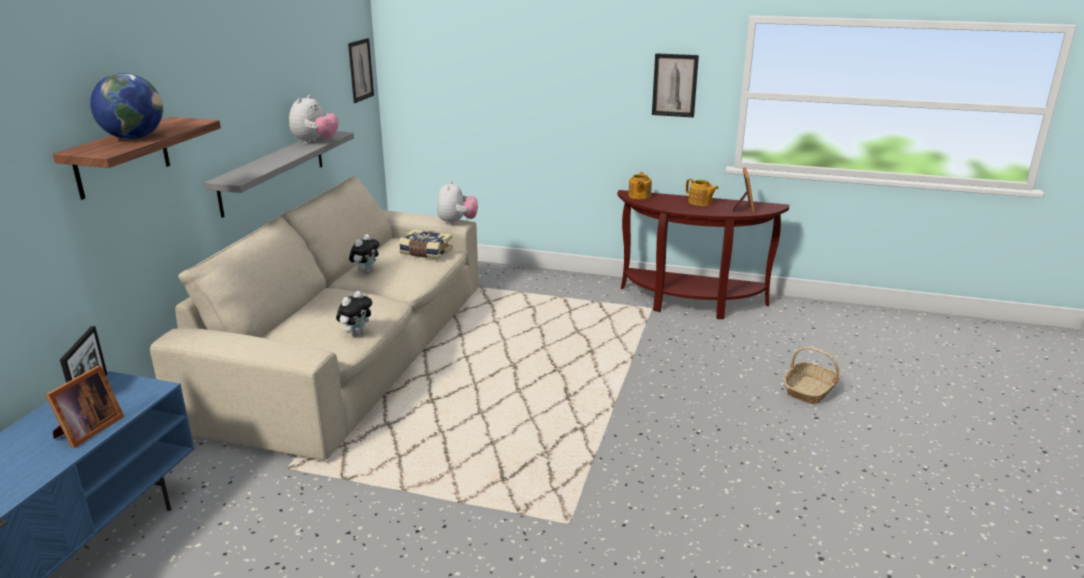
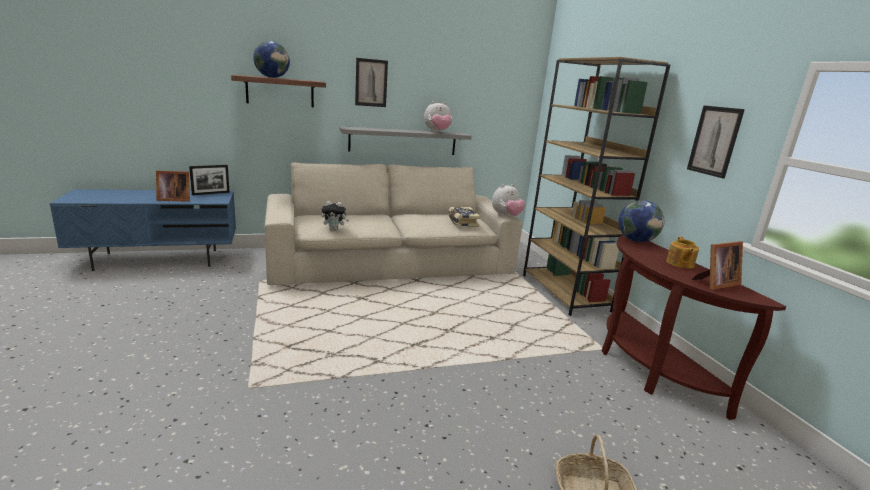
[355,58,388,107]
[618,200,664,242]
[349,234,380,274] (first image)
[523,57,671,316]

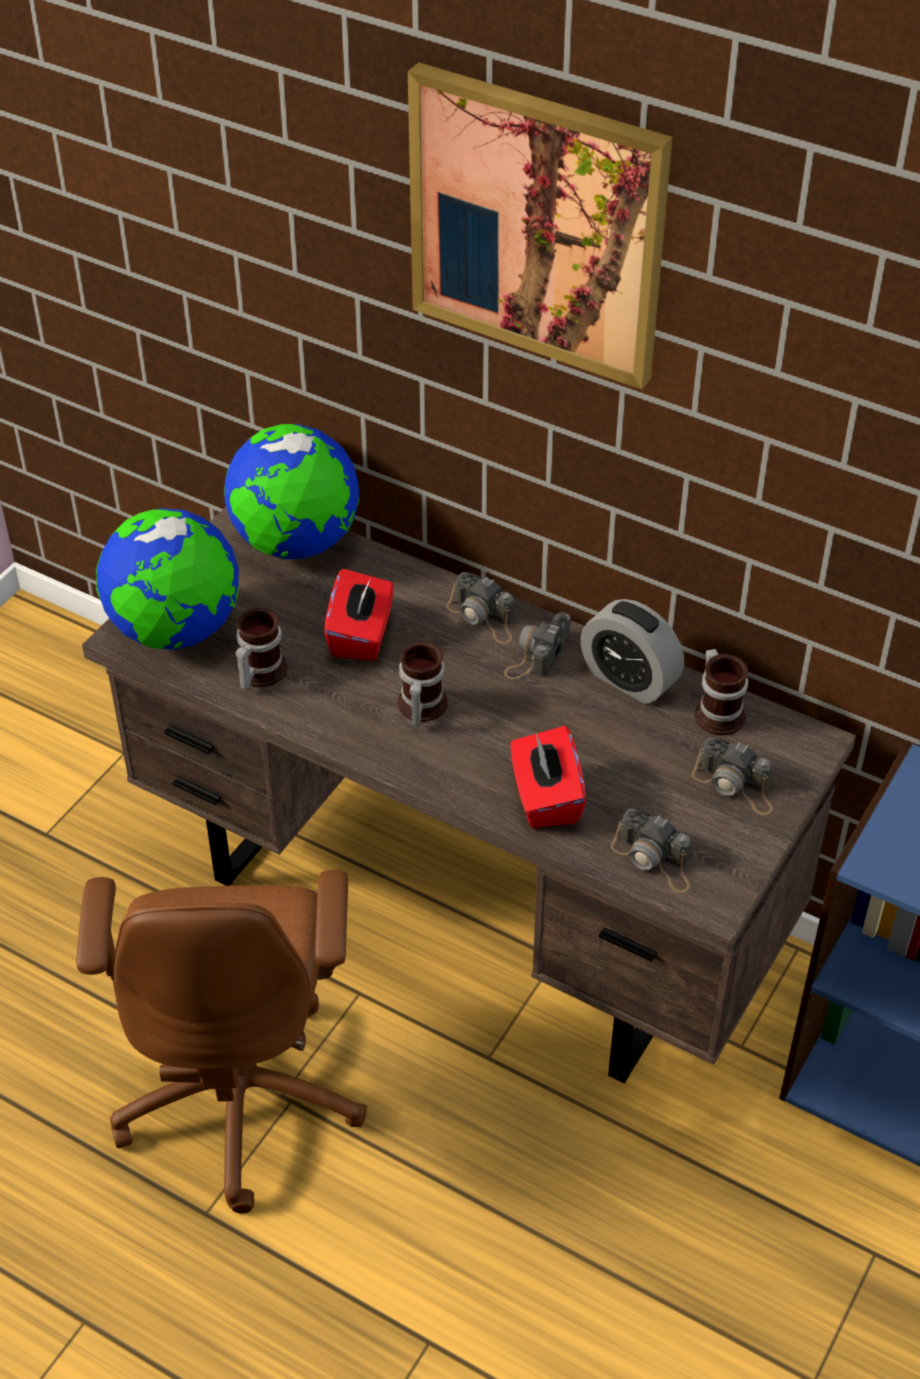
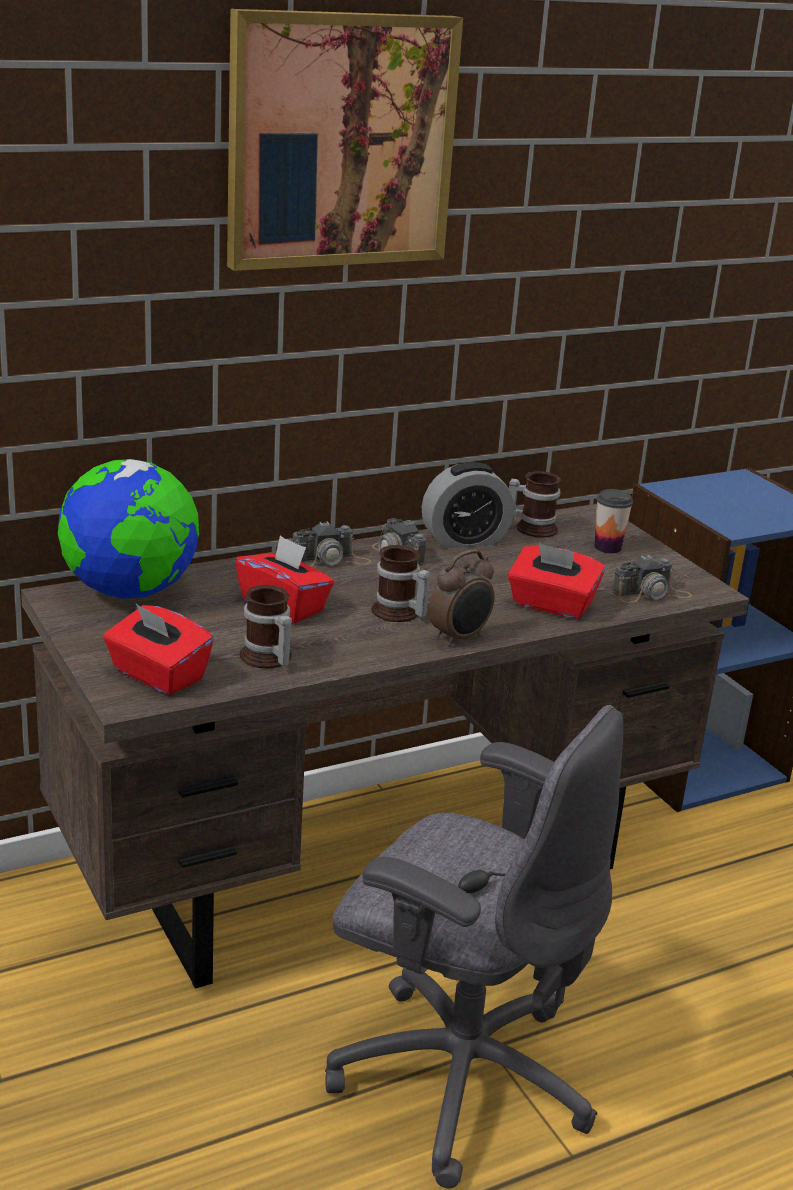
[103,604,214,695]
[595,489,633,554]
[325,705,624,1188]
[428,550,495,647]

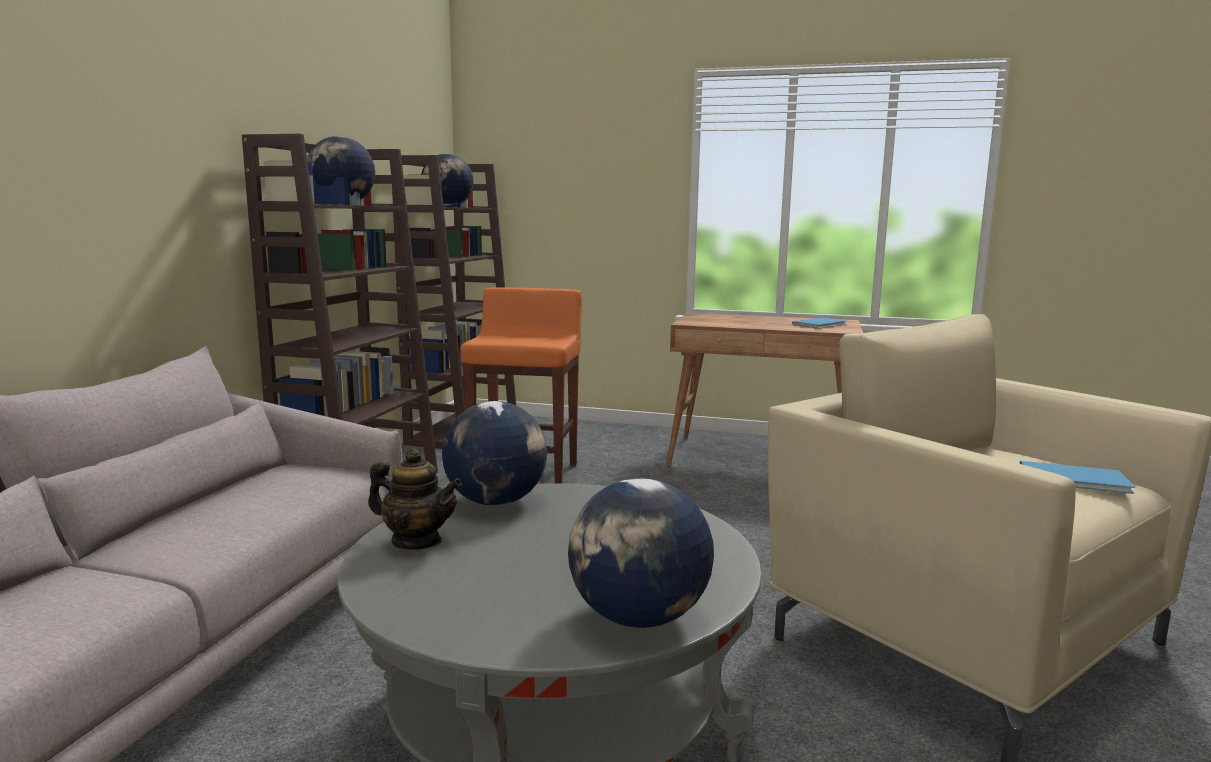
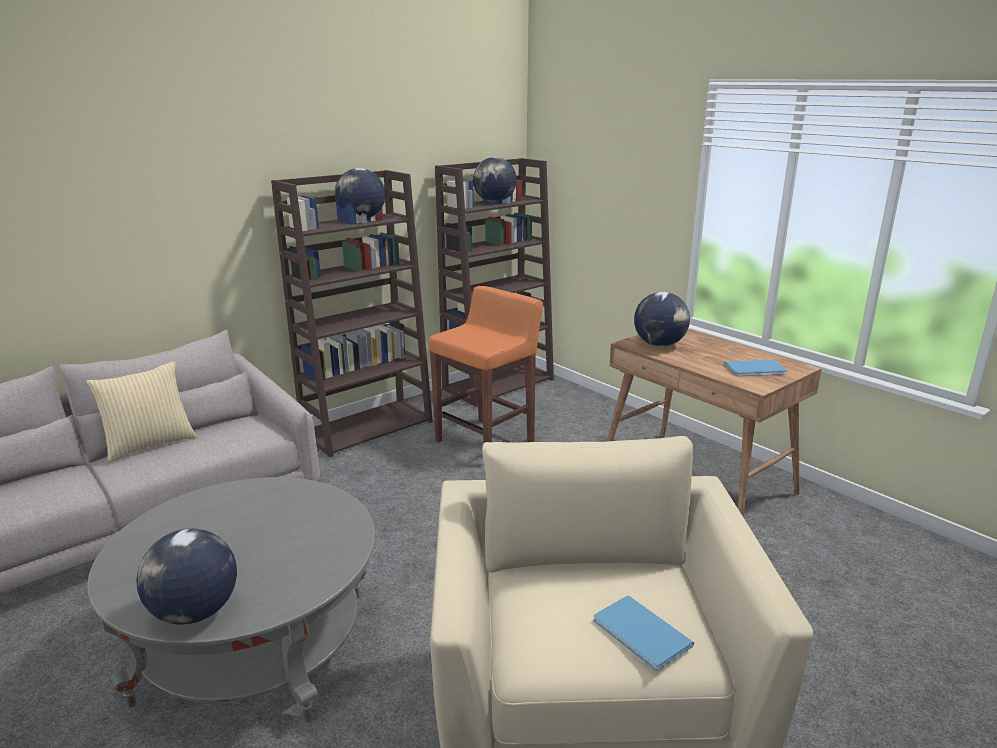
[634,292,690,347]
[368,448,462,550] (first image)
[86,361,197,463]

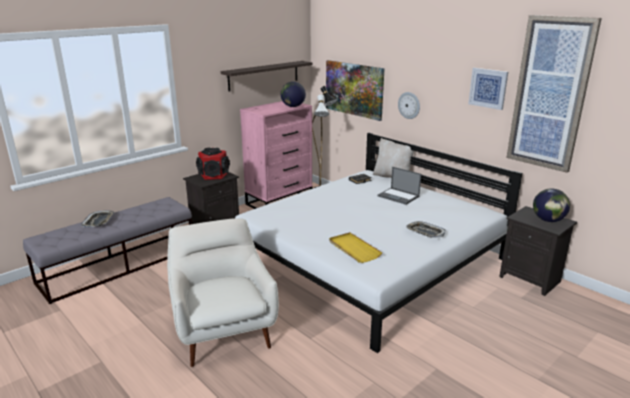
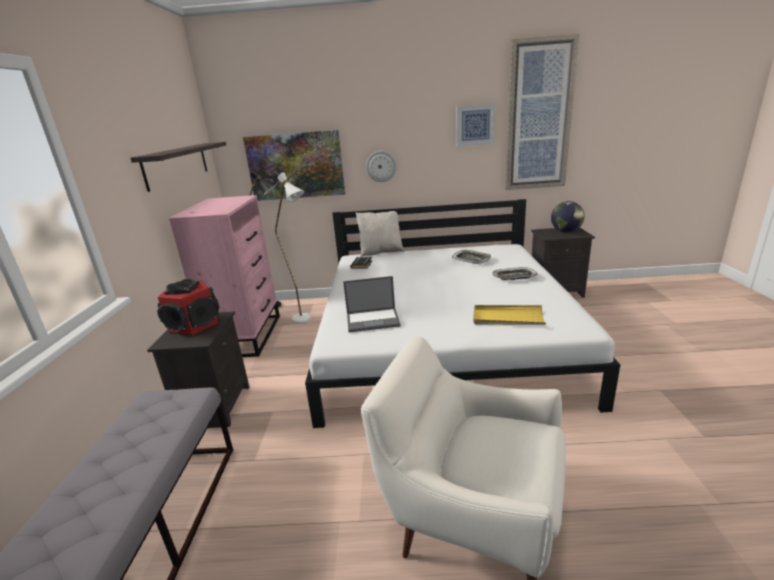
[281,81,306,107] (first image)
[343,276,401,332]
[452,250,491,264]

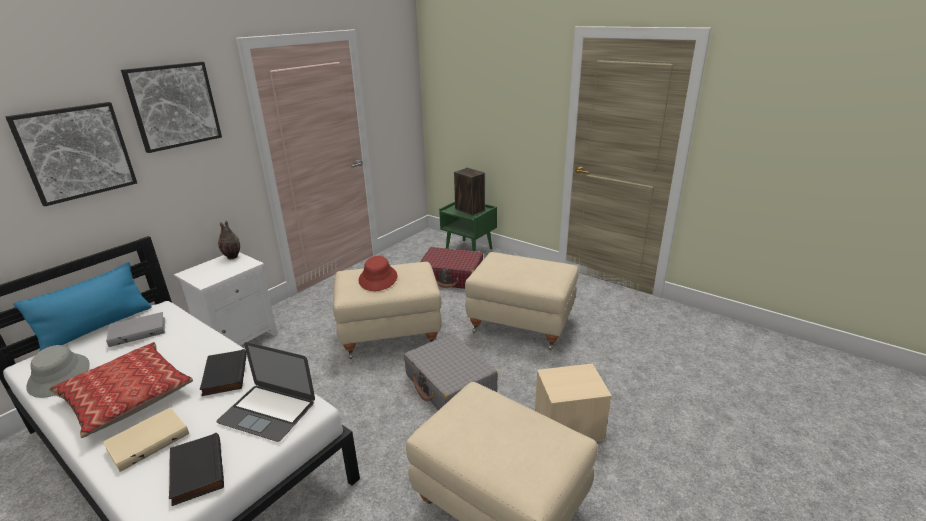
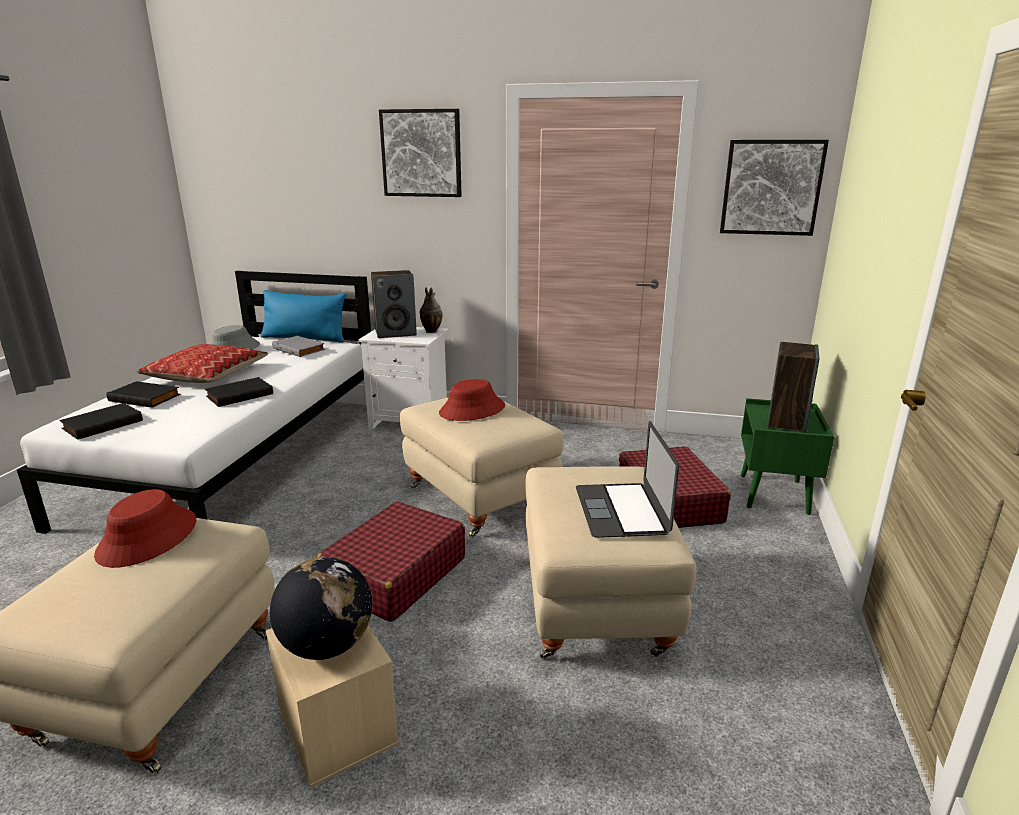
[720,140,829,236]
[317,501,465,622]
[576,421,679,538]
[107,381,181,408]
[371,270,417,338]
[94,489,196,568]
[270,557,372,660]

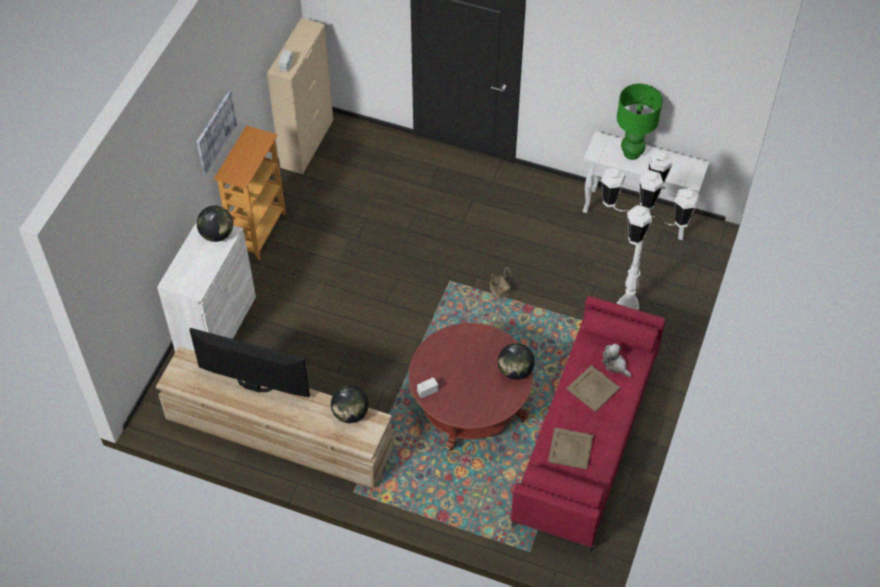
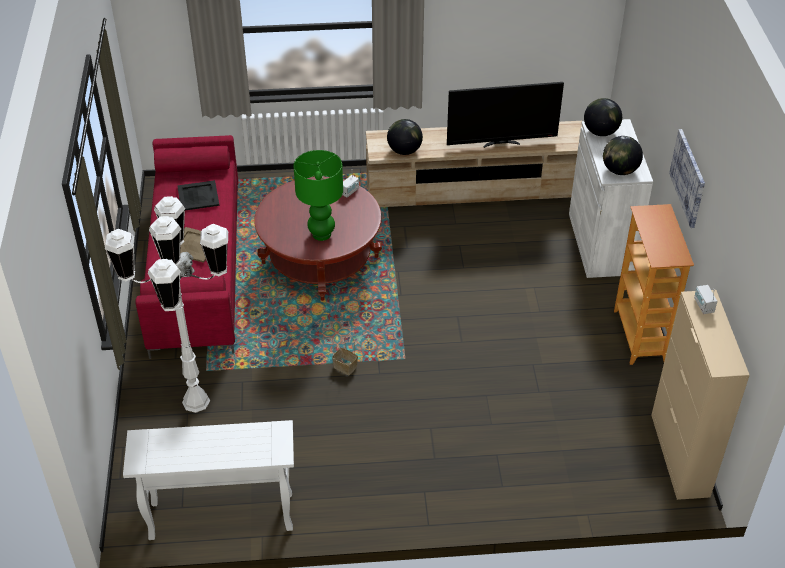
[293,150,343,241]
[584,98,622,136]
[177,180,219,211]

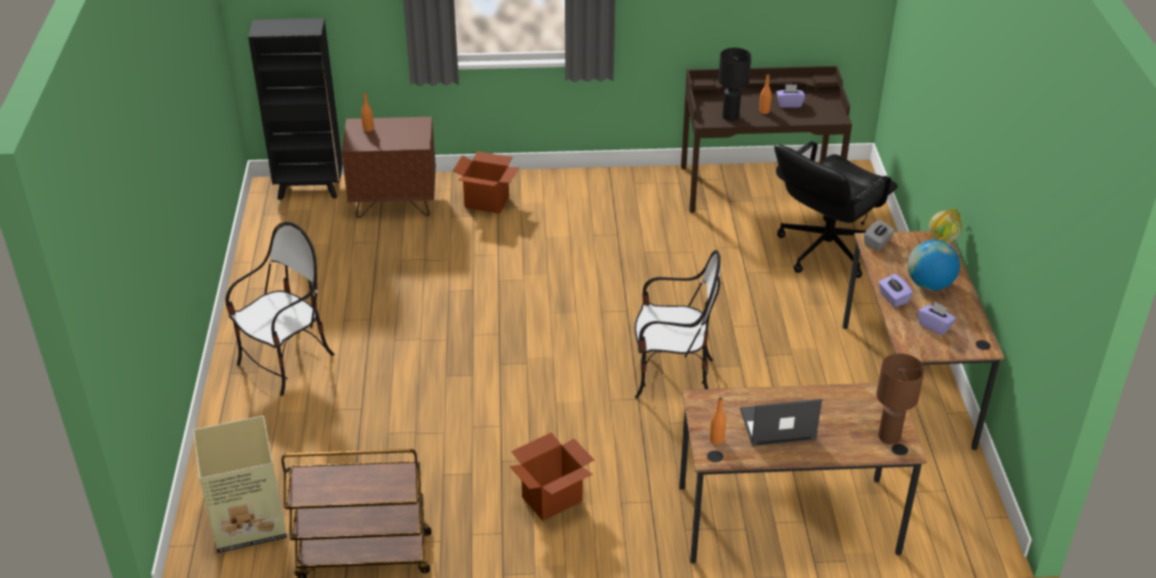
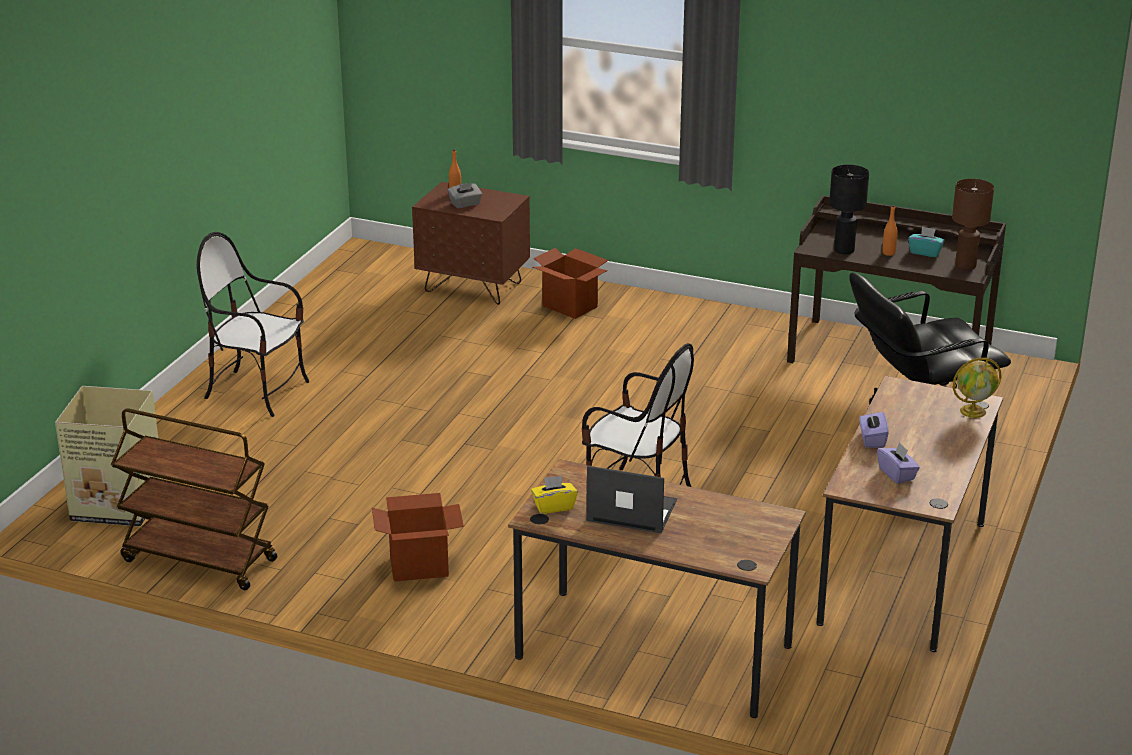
[248,18,343,200] (first image)
[908,226,945,257]
[448,183,482,208]
[197,232,309,417]
[907,240,960,291] (first image)
[952,179,994,270]
[531,475,578,514]

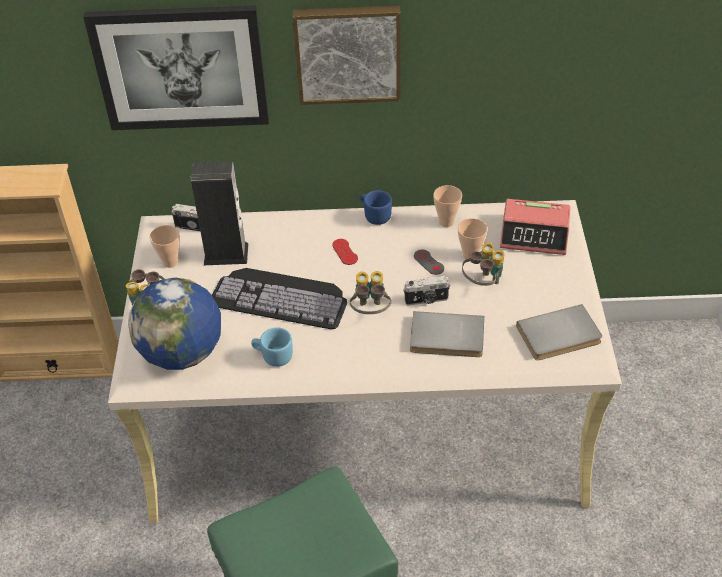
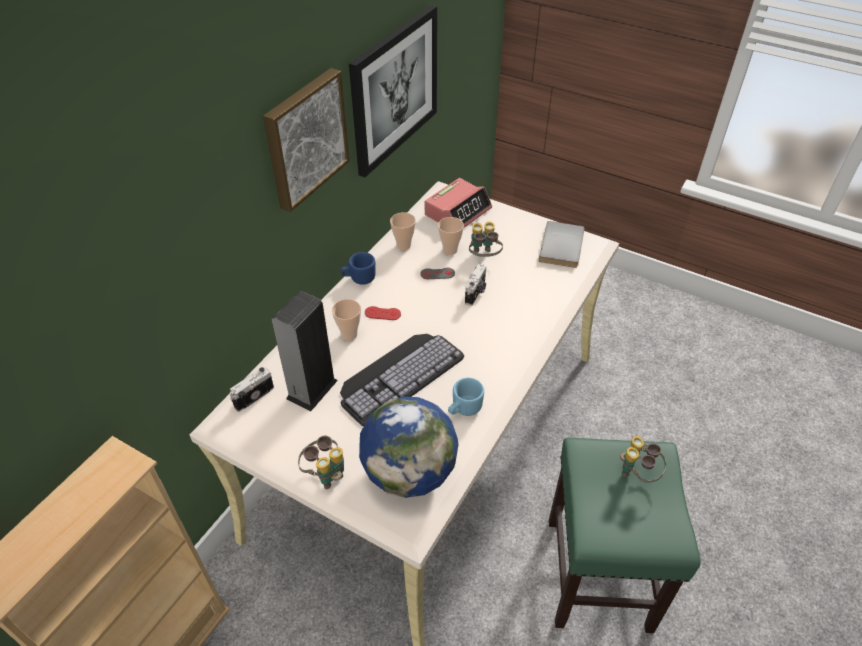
[349,5,437,177]
[332,299,361,340]
[620,436,666,483]
[410,311,484,357] (first image)

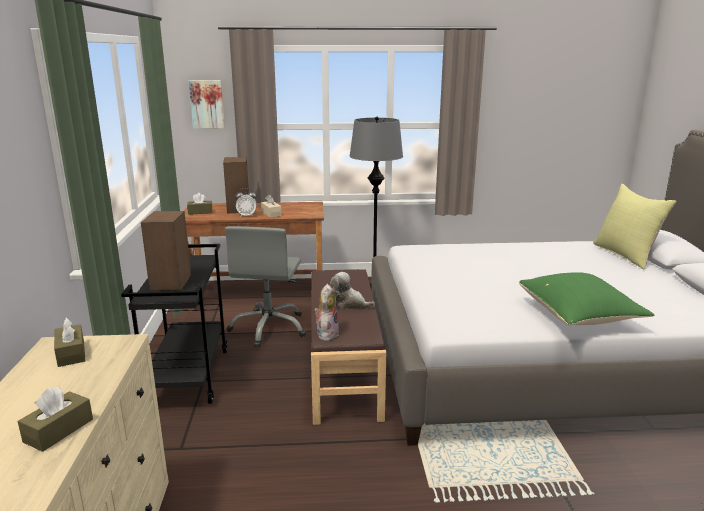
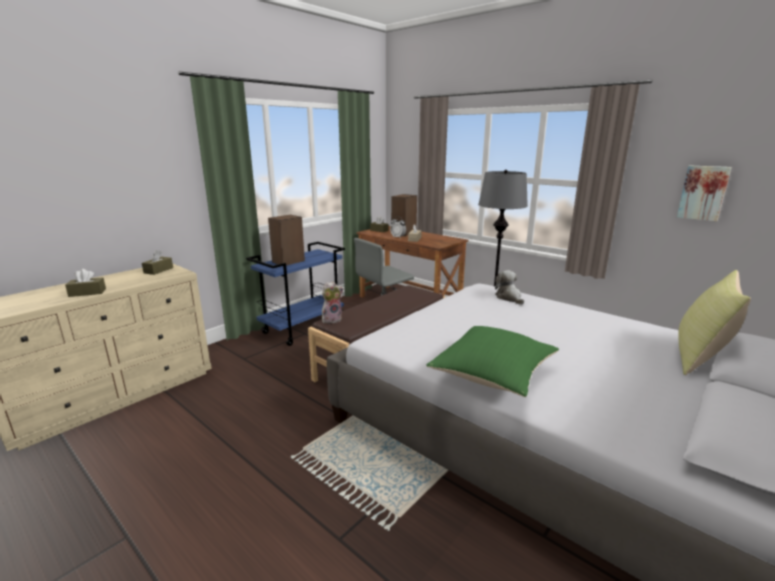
[677,165,731,221]
[246,242,345,346]
[495,270,524,305]

